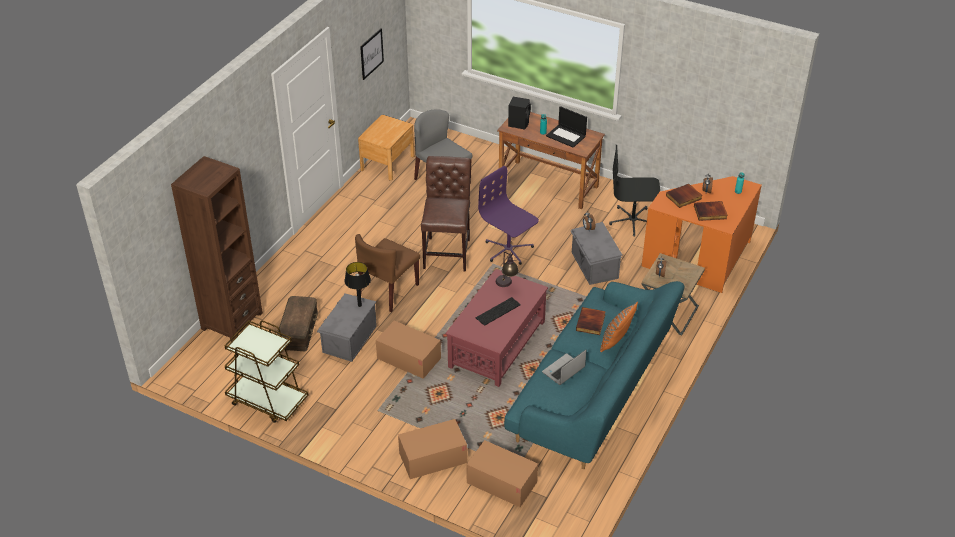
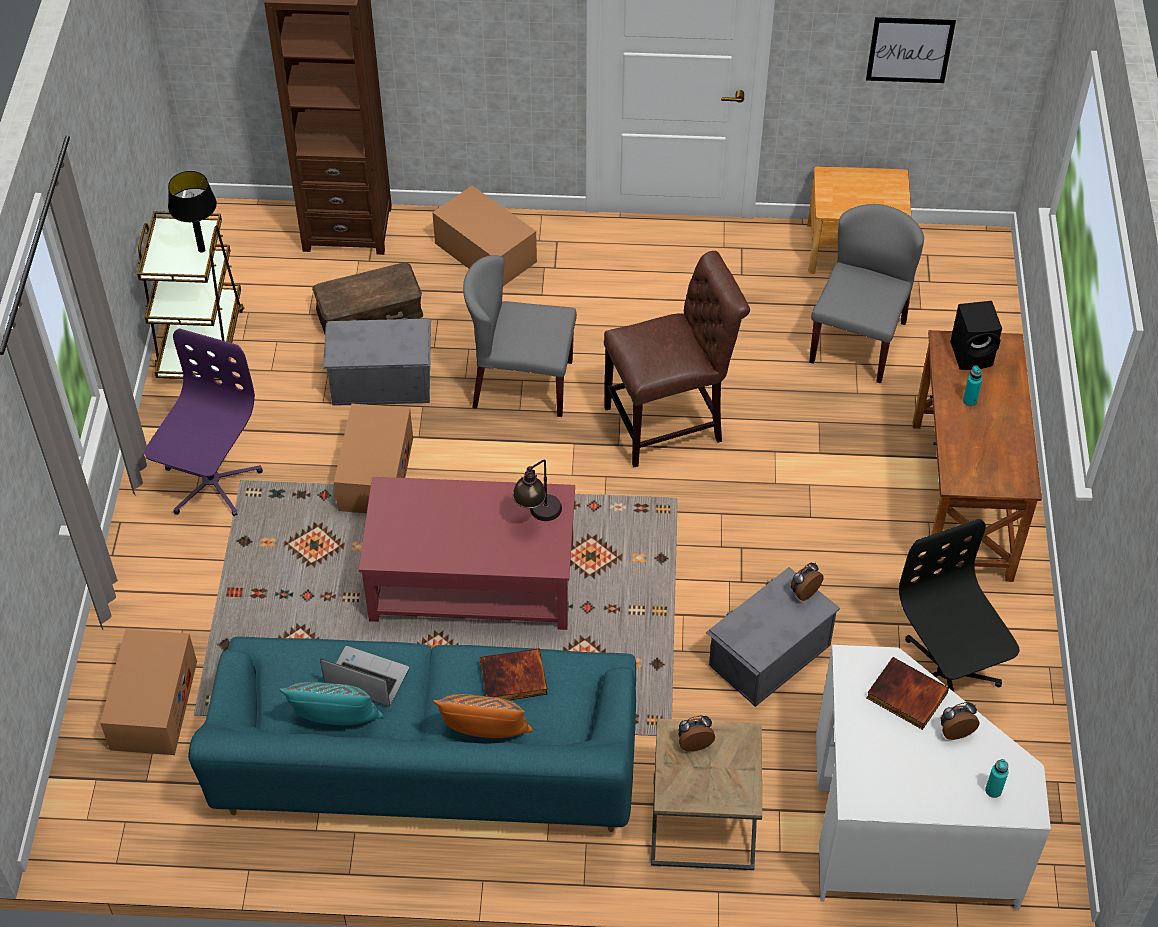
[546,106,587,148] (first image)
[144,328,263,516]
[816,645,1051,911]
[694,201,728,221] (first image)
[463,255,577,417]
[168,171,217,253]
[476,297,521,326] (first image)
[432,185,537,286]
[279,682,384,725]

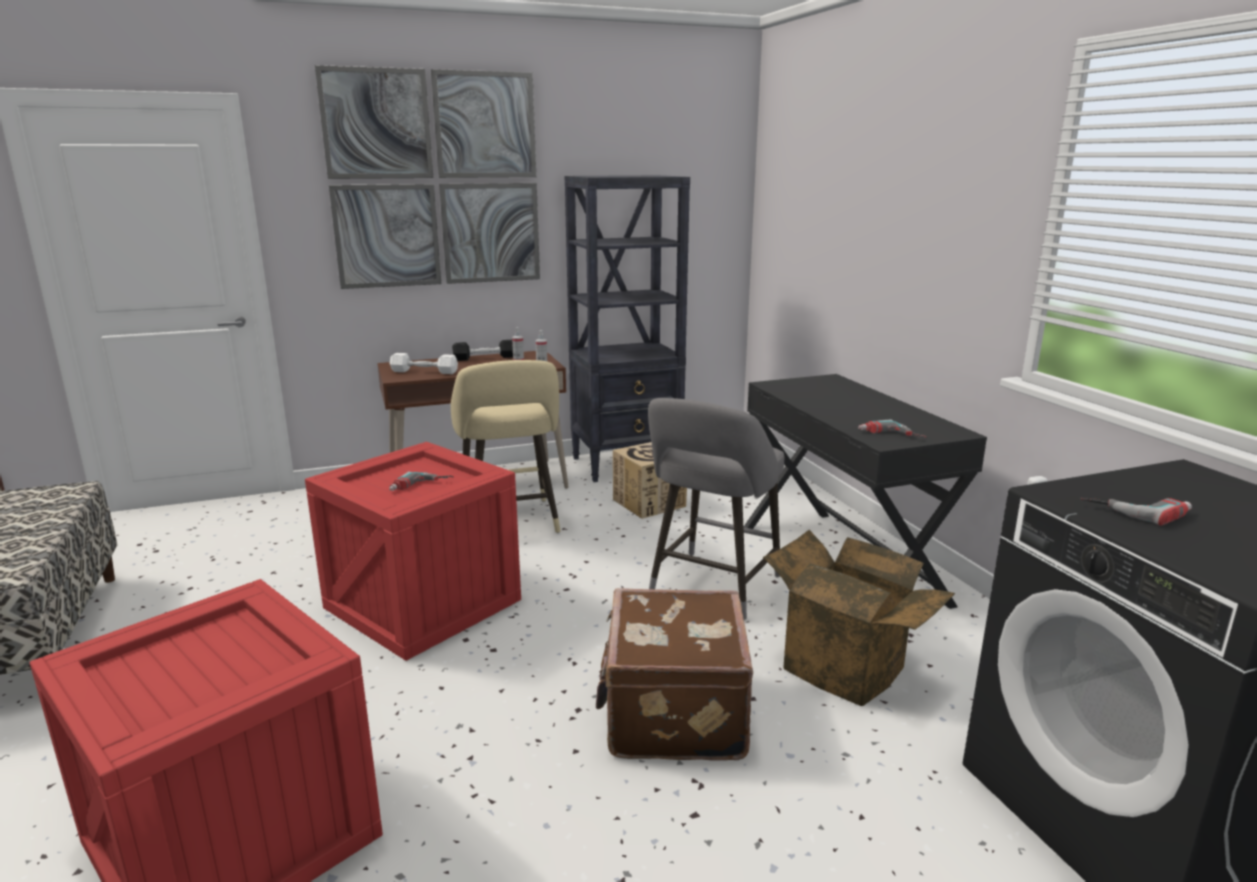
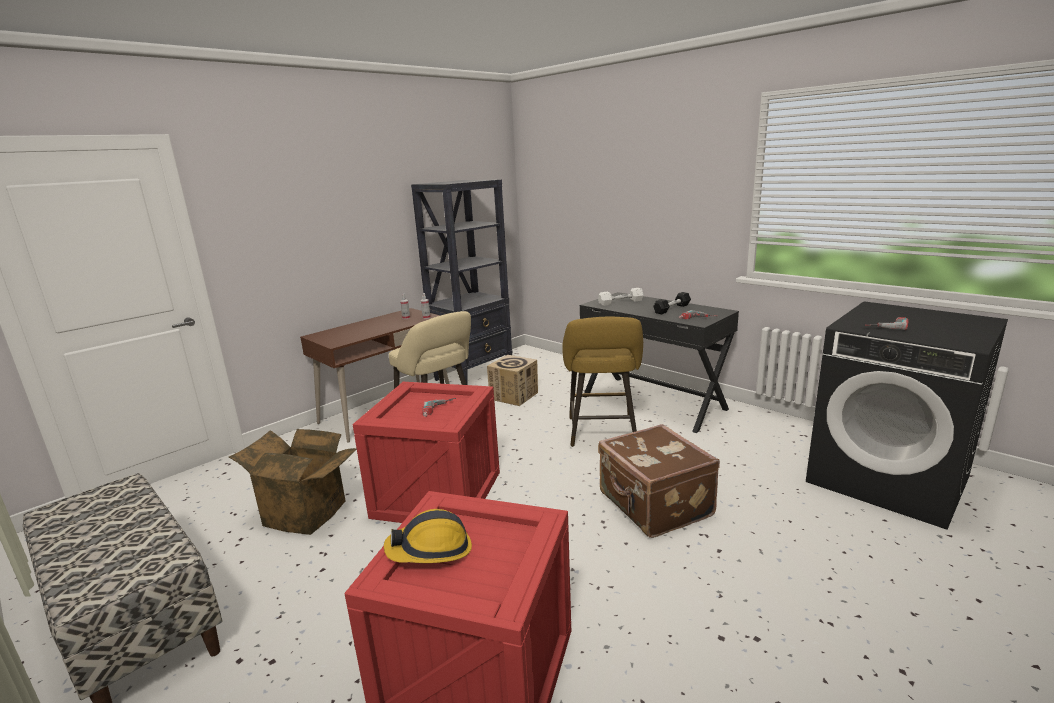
[315,65,540,289] (first image)
[653,292,691,314]
[598,288,644,306]
[562,317,643,447]
[229,429,357,535]
[384,509,472,563]

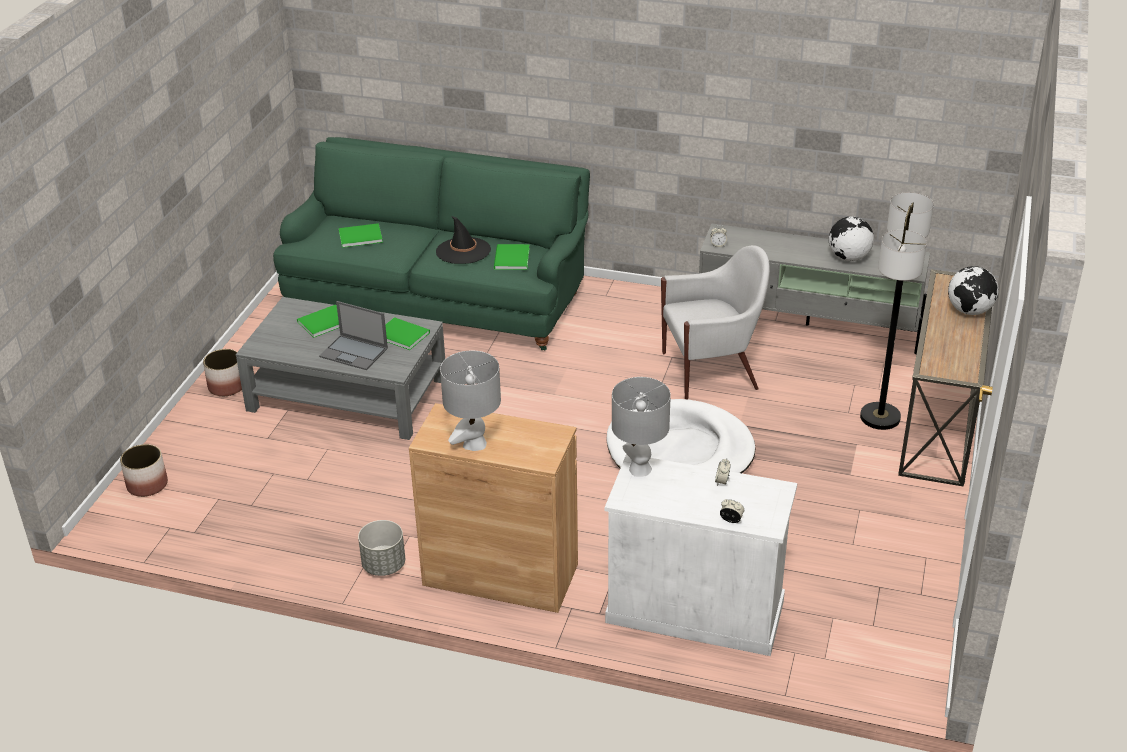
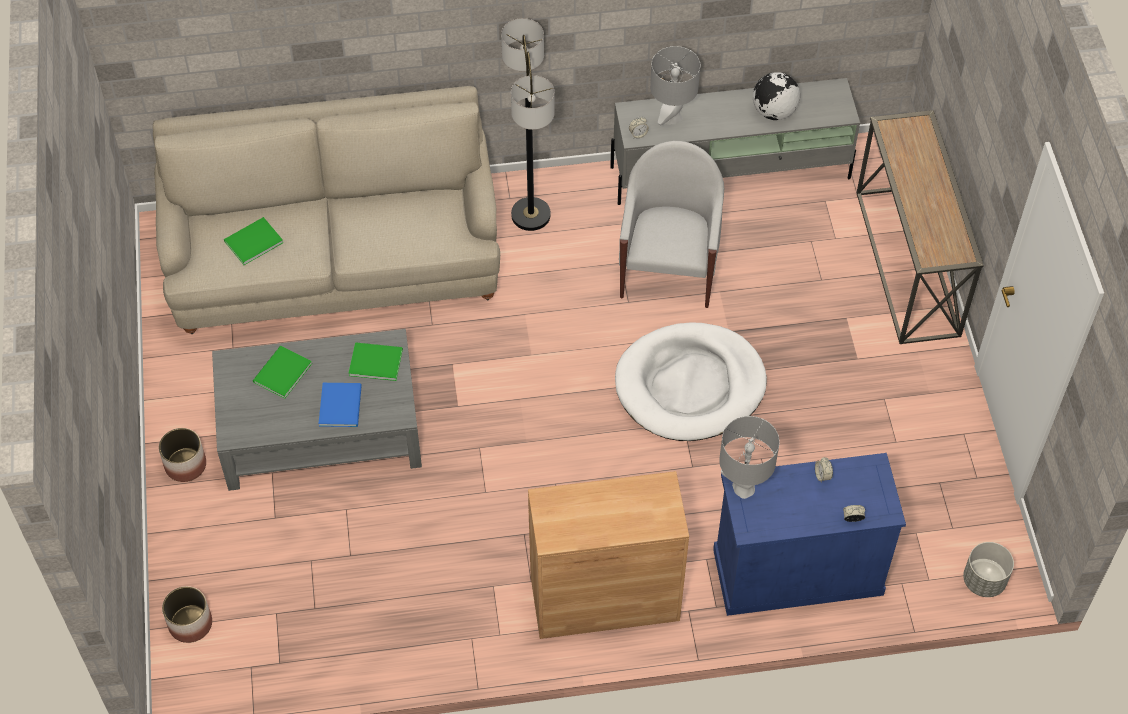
[153,86,500,334]
[501,18,555,231]
[436,216,491,264] (first image)
[494,244,530,270] (first image)
[619,141,724,308]
[948,266,999,315] (first image)
[319,383,362,427]
[650,46,700,125]
[713,453,906,616]
[963,542,1014,597]

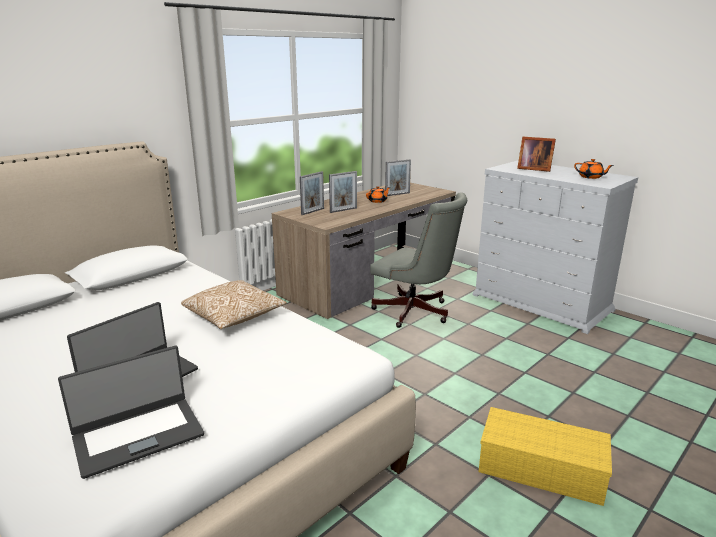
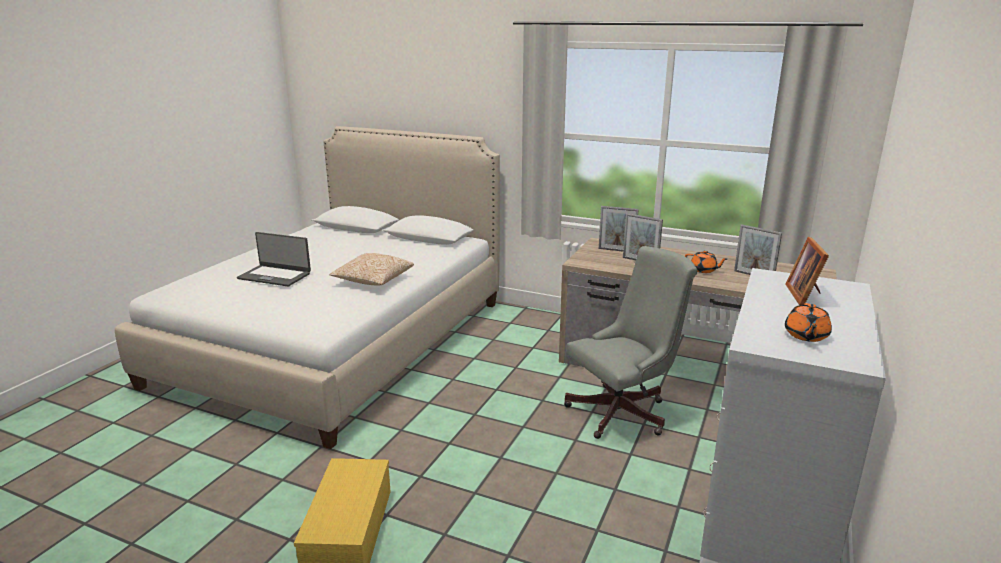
[564,246,697,439]
[58,346,204,479] (first image)

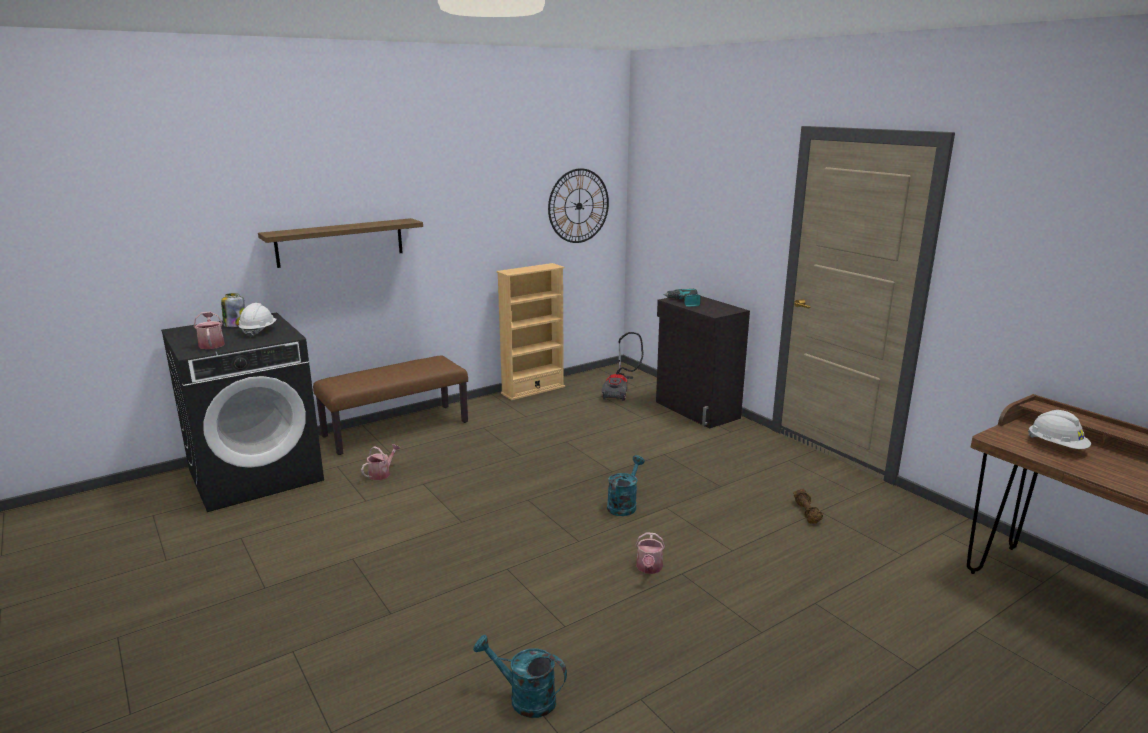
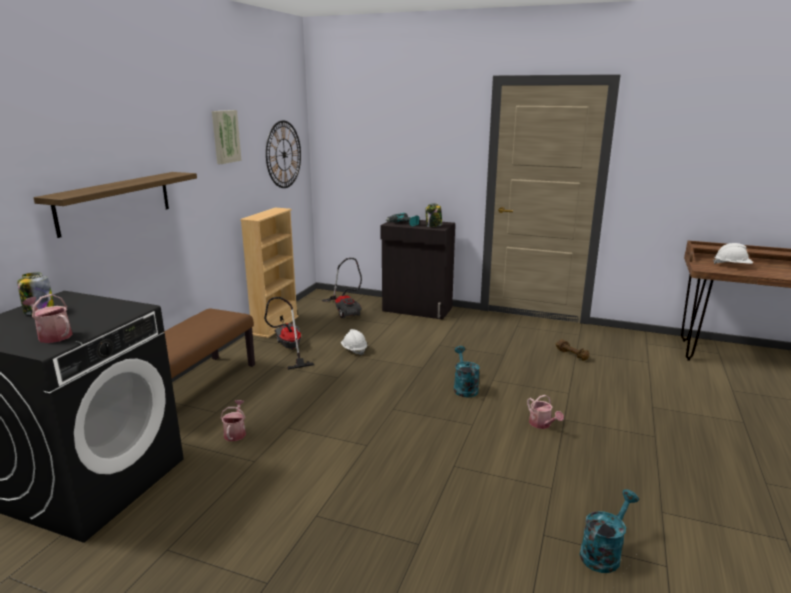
[341,329,367,355]
[580,489,639,573]
[212,110,242,164]
[426,203,442,227]
[264,297,314,370]

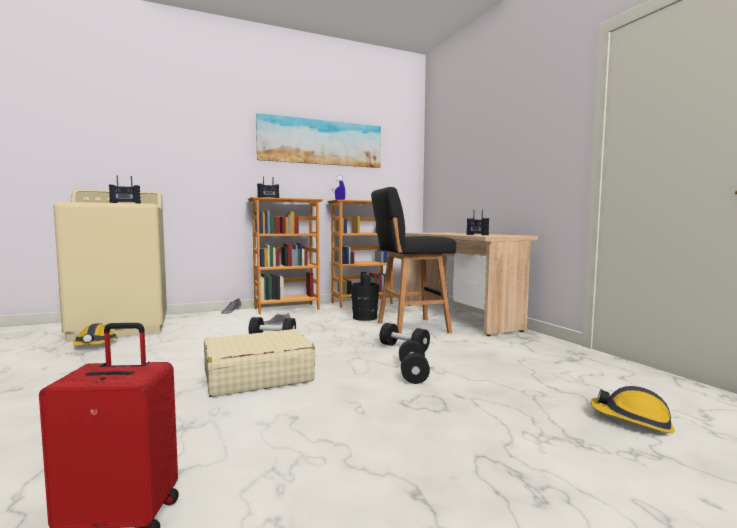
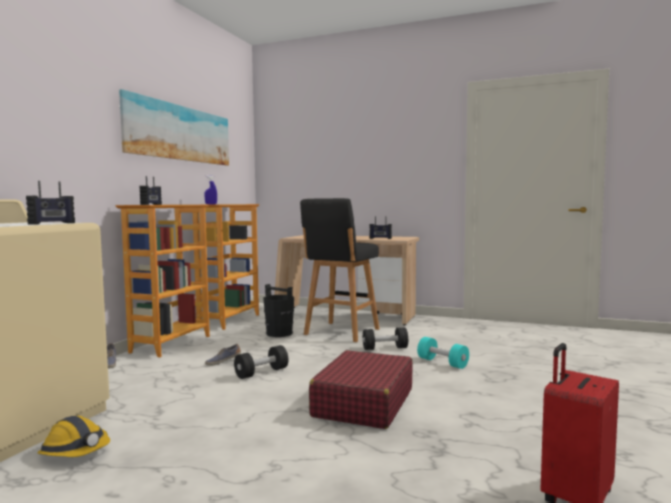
[309,350,413,429]
[417,337,469,369]
[591,386,675,433] (first image)

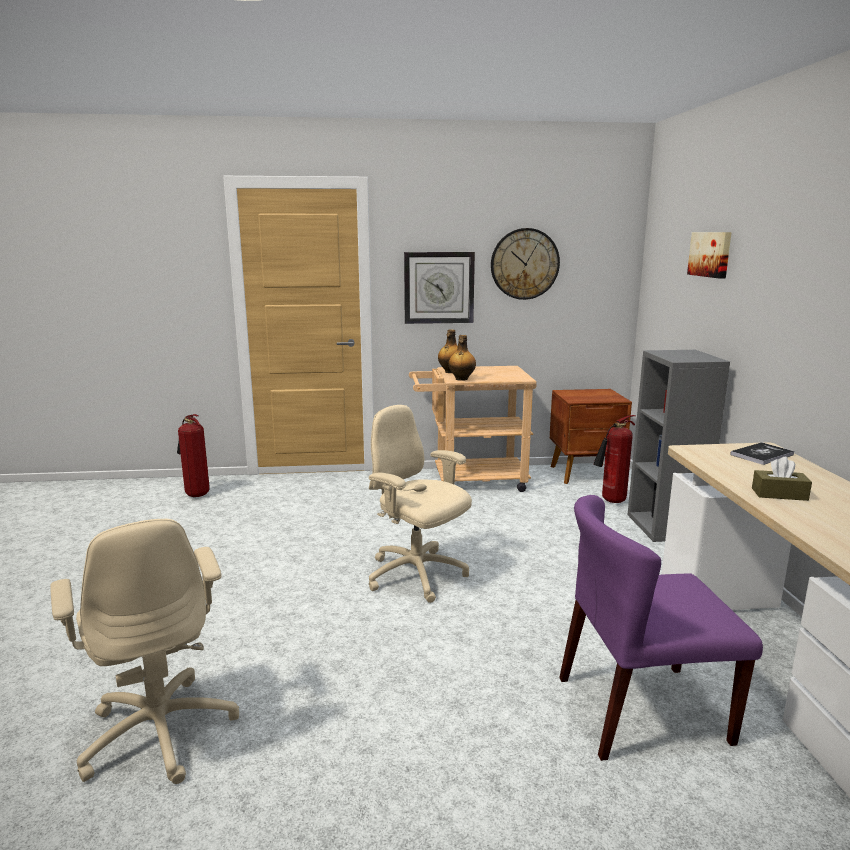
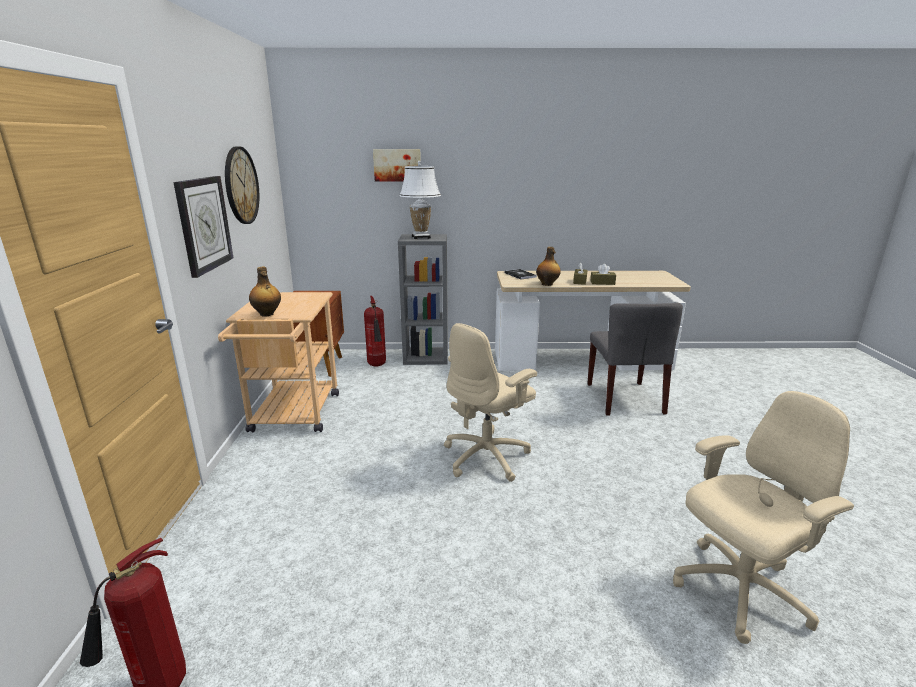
[536,247,561,286]
[587,303,683,416]
[399,161,441,239]
[591,264,616,285]

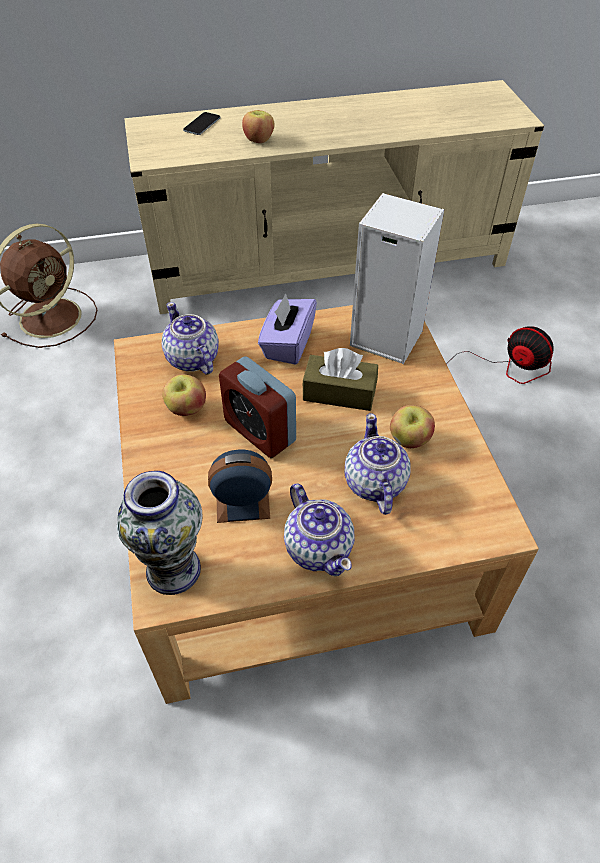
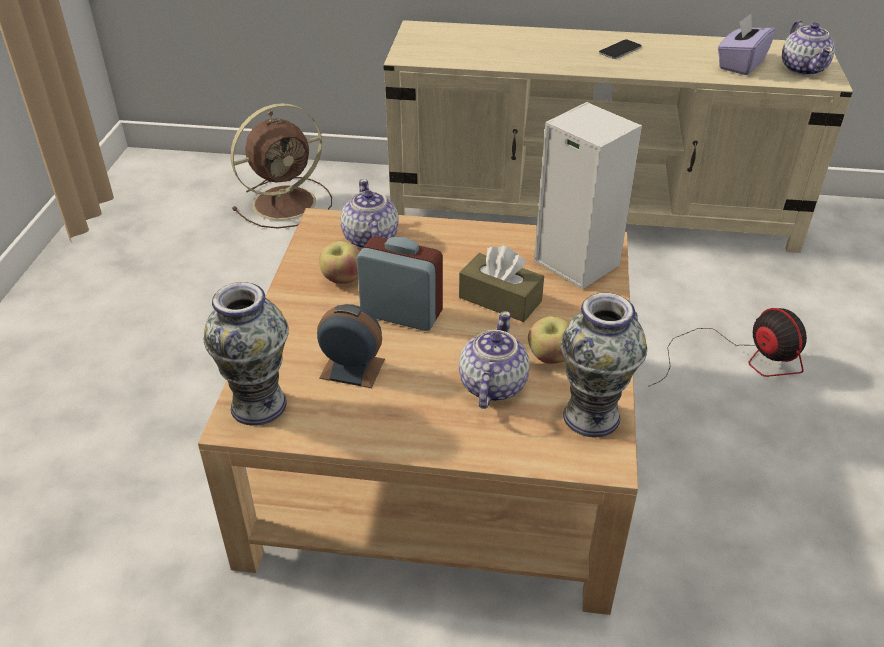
[242,110,274,143] (first image)
[599,40,642,59]
[718,14,776,75]
[357,236,443,331]
[782,21,835,76]
[561,293,647,437]

